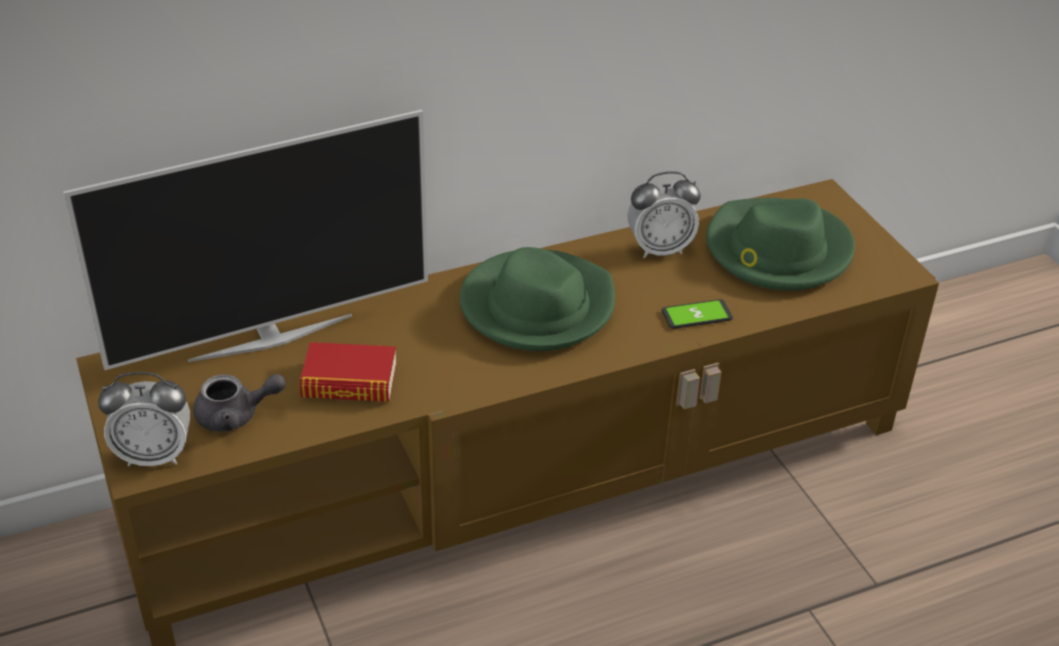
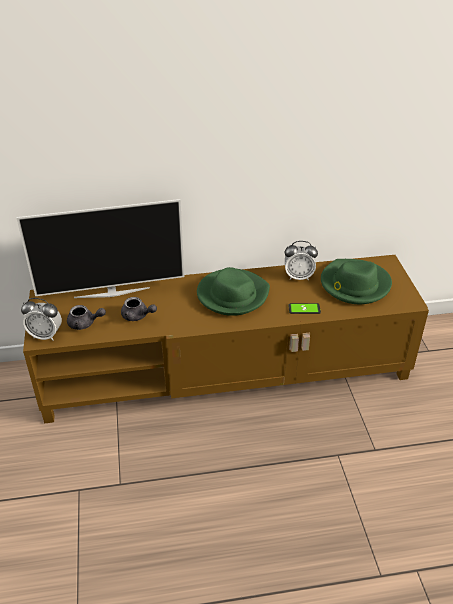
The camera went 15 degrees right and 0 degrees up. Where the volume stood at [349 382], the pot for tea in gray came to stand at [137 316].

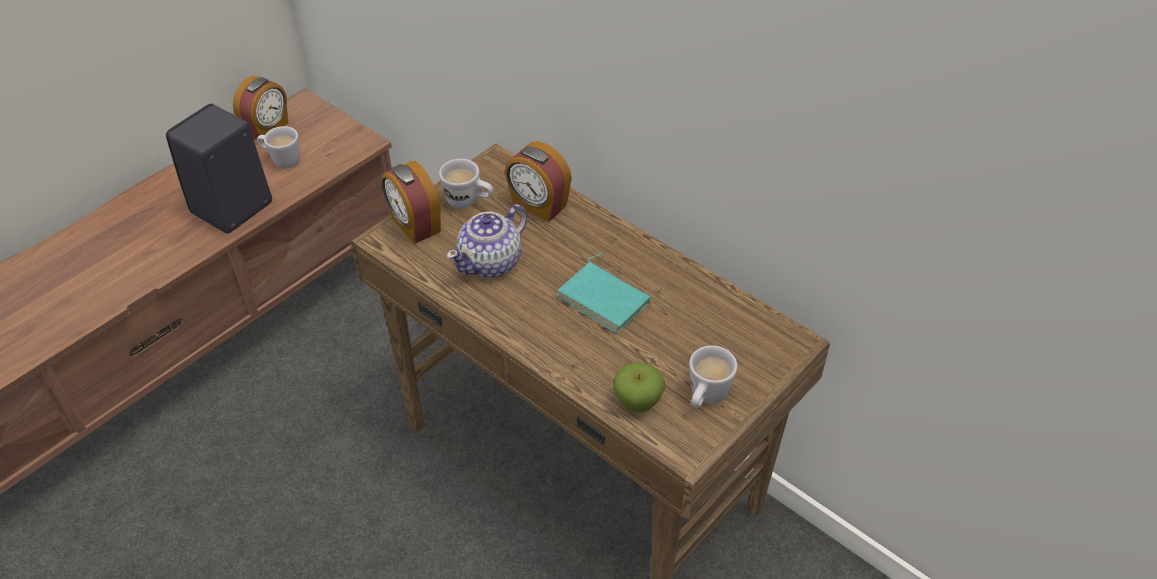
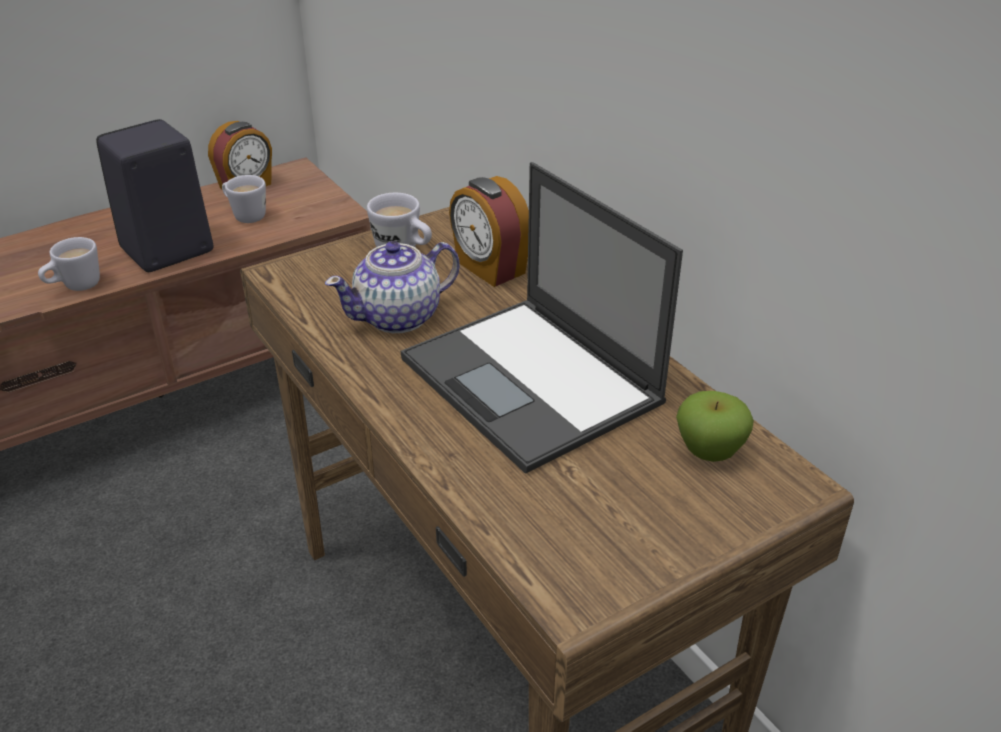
The camera went 15 degrees right and 10 degrees down. The second view lost the bedside clock at [414 225]. The apple ended up elsewhere, having gone from [637 402] to [709 452]. The coffee mug in white-coloured ended up elsewhere, having gone from [705 398] to [75 287]. Where the volume in turquoise stood at [605 298], the portable computer came to stand at [532 382].

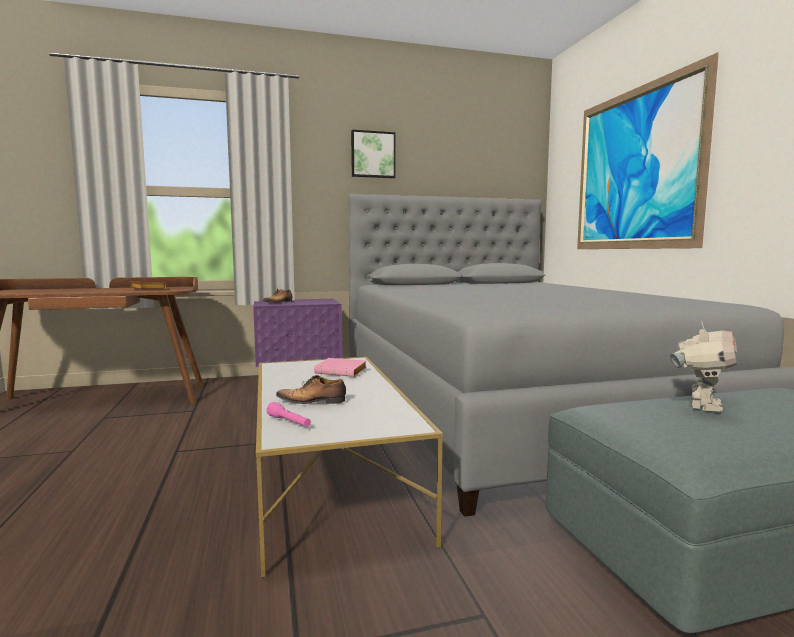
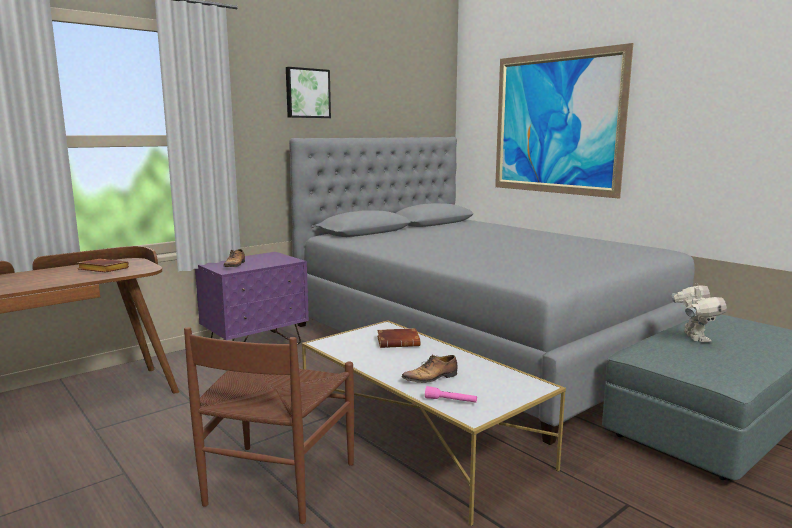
The camera went 25 degrees left and 5 degrees up. The second view gained the upright chair in brown-coloured at [276 484]. What was the volume in pink at [342 372] turned into the volume in brown-coloured at [399 342].

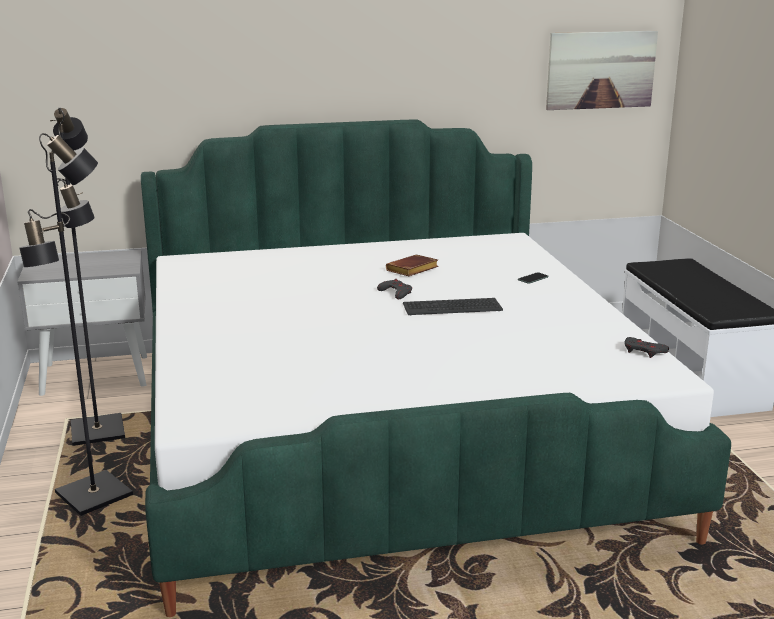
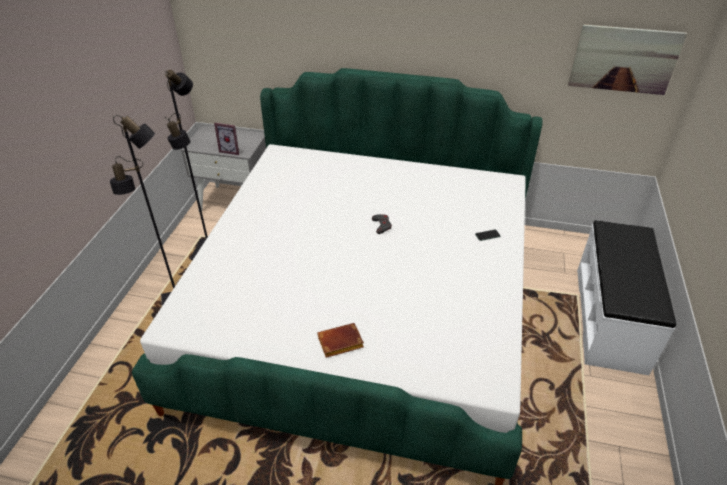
The camera went 25 degrees right and 20 degrees up. The second view lost the PC keyboard at [452 307]. The second view lost the joypad in gray at [644 351]. The second view gained the photo frame at [231 150]. The volume in brown-coloured ended up elsewhere, having gone from [412 270] to [339 344].

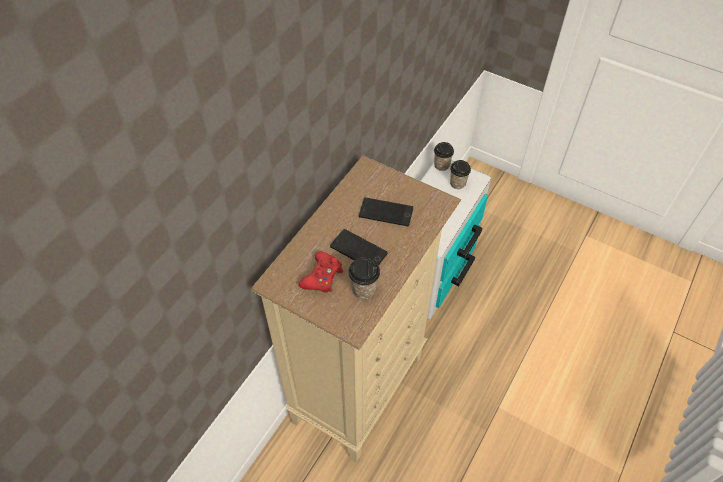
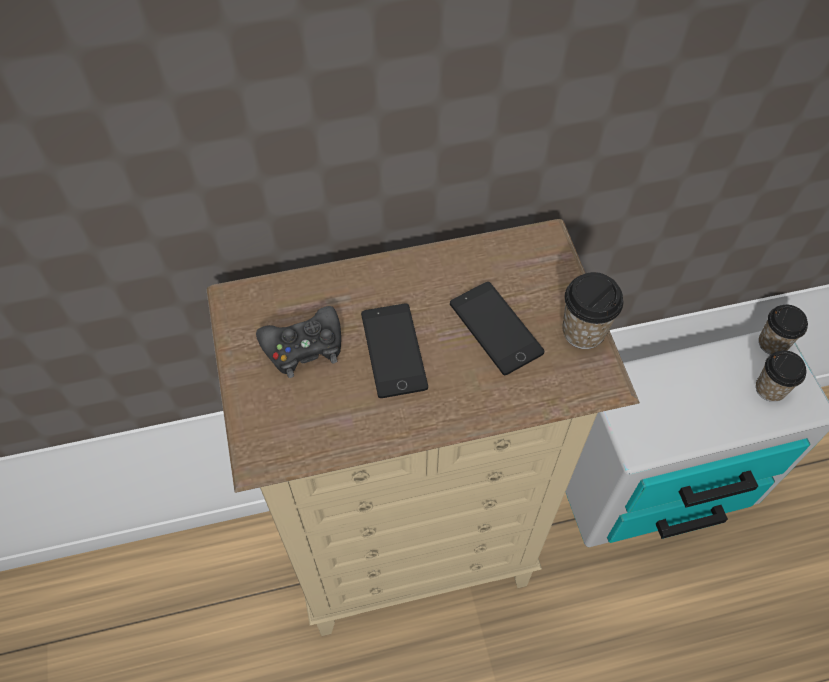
The camera went 45 degrees right and 5 degrees up. The cup ended up elsewhere, having gone from [364 289] to [583 331]. What was the joypad in red at [322 277] turned into the joypad in black-coloured at [304 347].

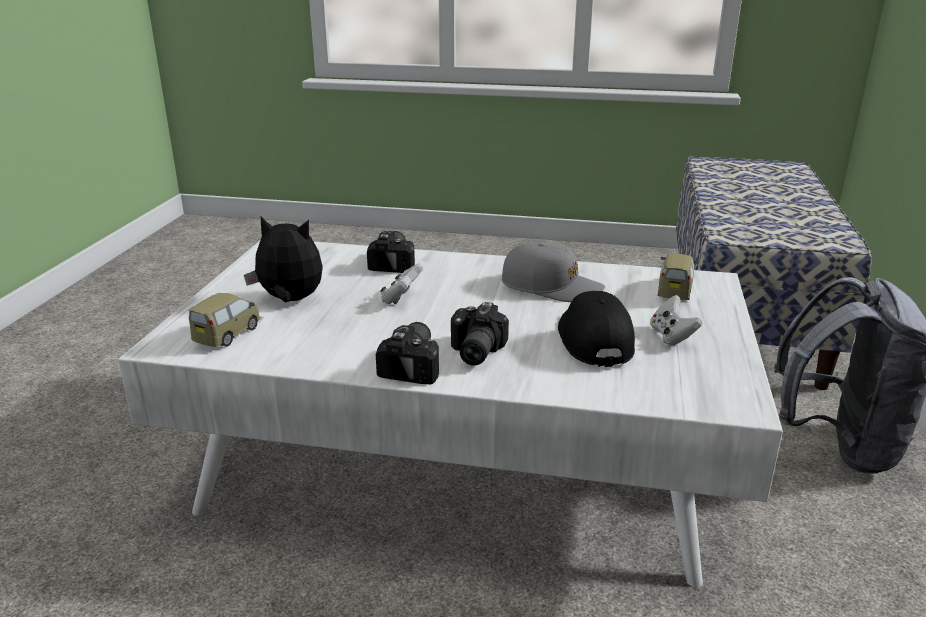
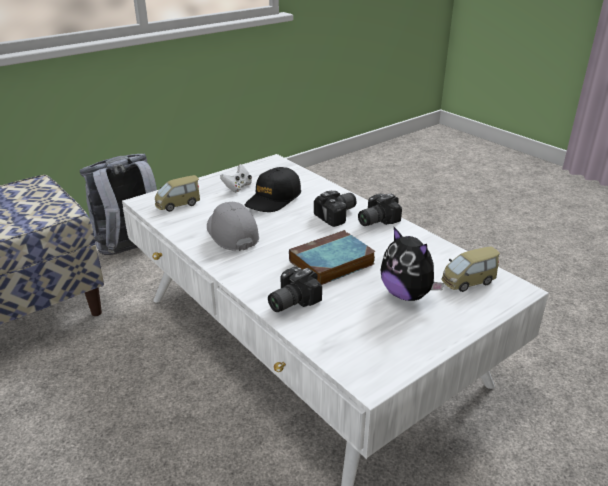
The camera went 140 degrees left and 5 degrees up. Where the joypad in white-coloured stood at [401 298], the volume came to stand at [330 263].

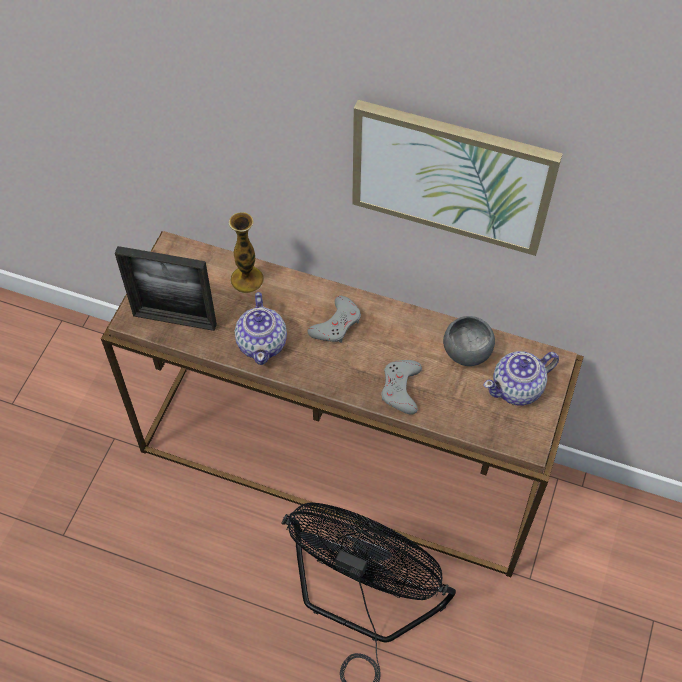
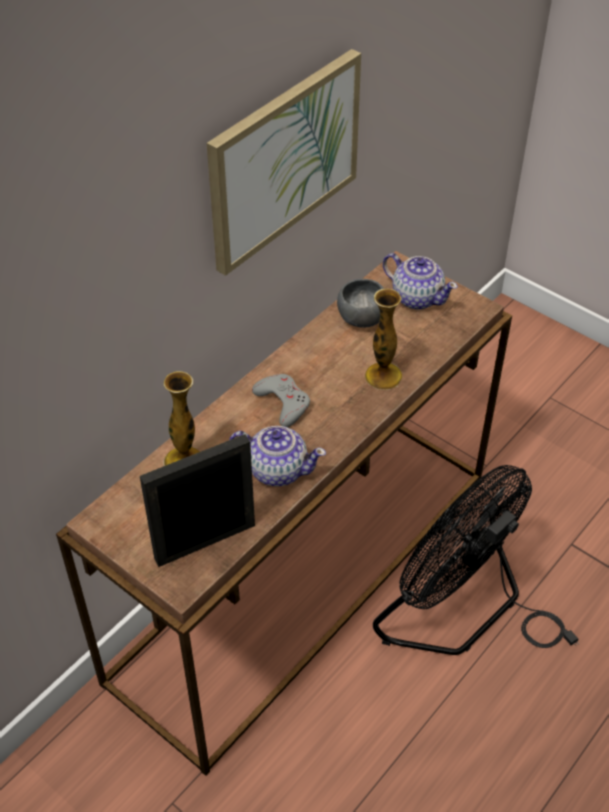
The camera went 70 degrees left and 10 degrees down. Where the joypad in gray stood at [401 389], the decorative vase came to stand at [383 376]. The photo frame at [174 320] ended up facing another way, 150 degrees counterclockwise from before. The pot for tea at [518 388] ended up facing another way, 45 degrees counterclockwise from before.

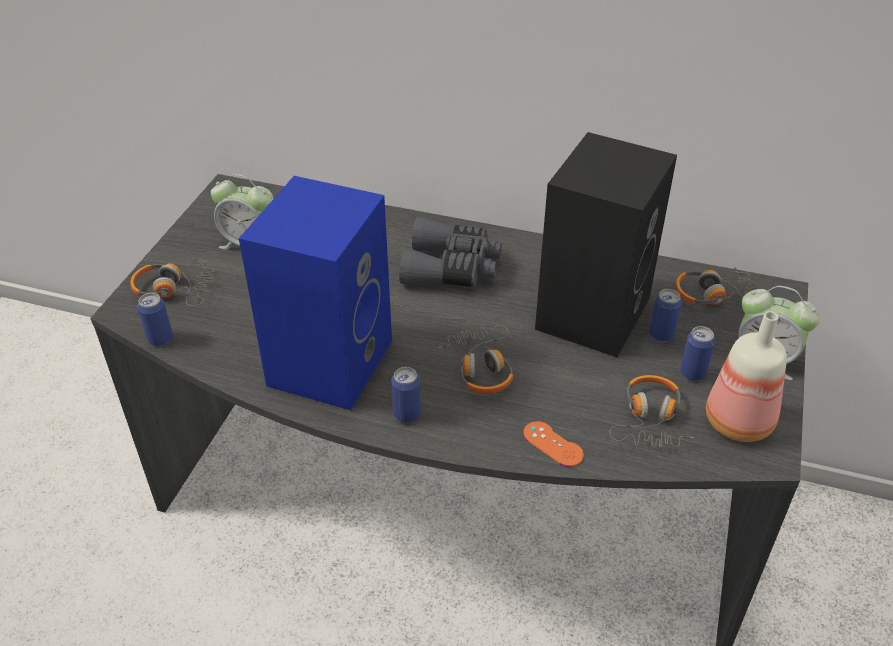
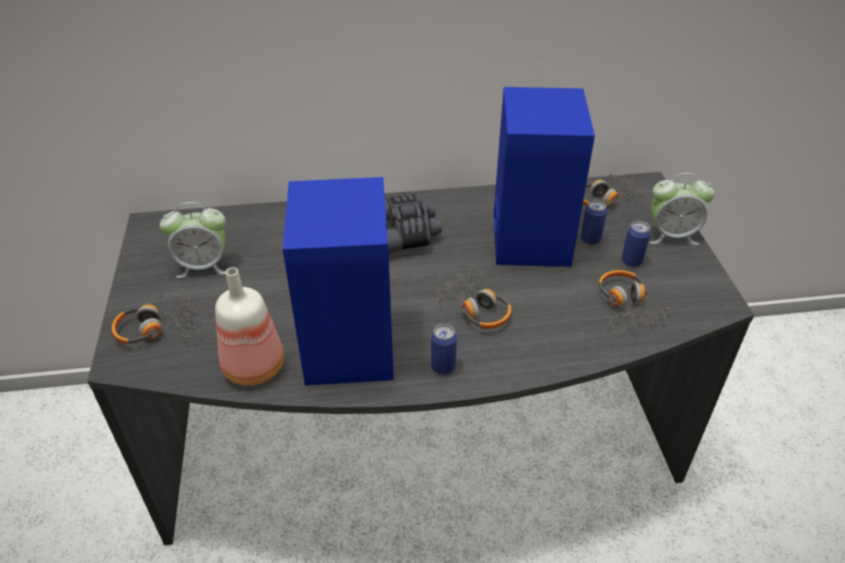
The camera went 25 degrees left and 0 degrees up. The second view lost the can at [160 339]. The second view lost the joypad in orange at [553 444]. The drink bottle ended up elsewhere, having gone from [741 422] to [256 367]. What was the loudspeaker in black-coloured at [591 311] turned into the loudspeaker in blue-coloured at [528 237].

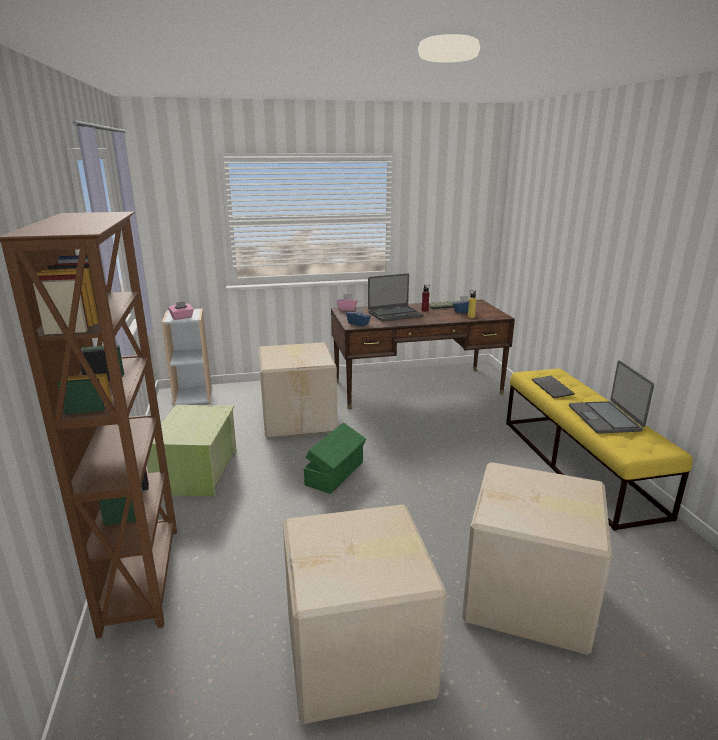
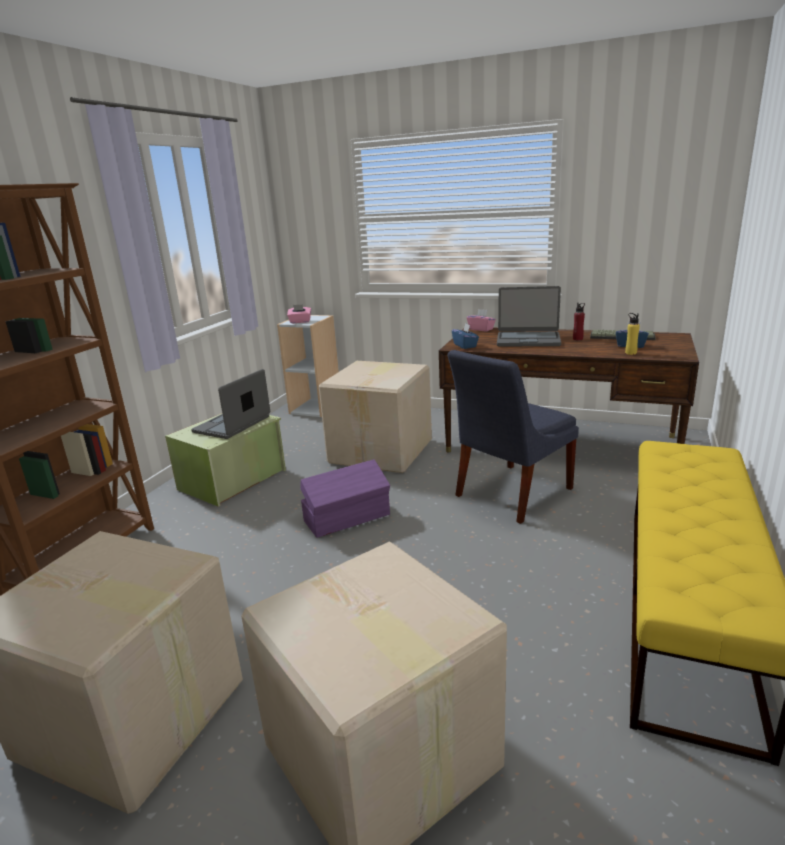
The camera went 35 degrees right and 0 degrees up. The second view lost the PC keyboard at [553 388]. The second view gained the upright chair in blue-coloured at [510 494]. The portable computer ended up elsewhere, having gone from [605 418] to [233 425]. What was the storage container in green at [336 473] turned into the storage container in purplish at [348 518].

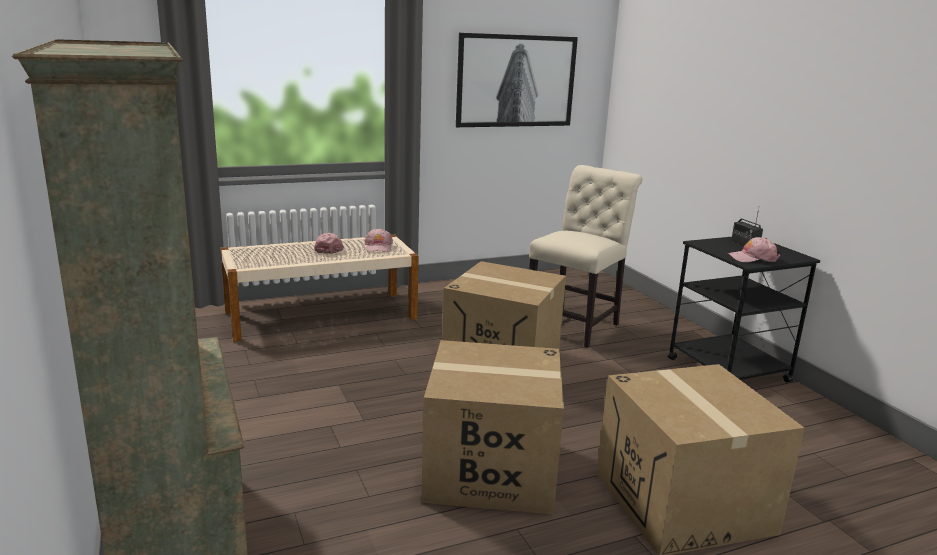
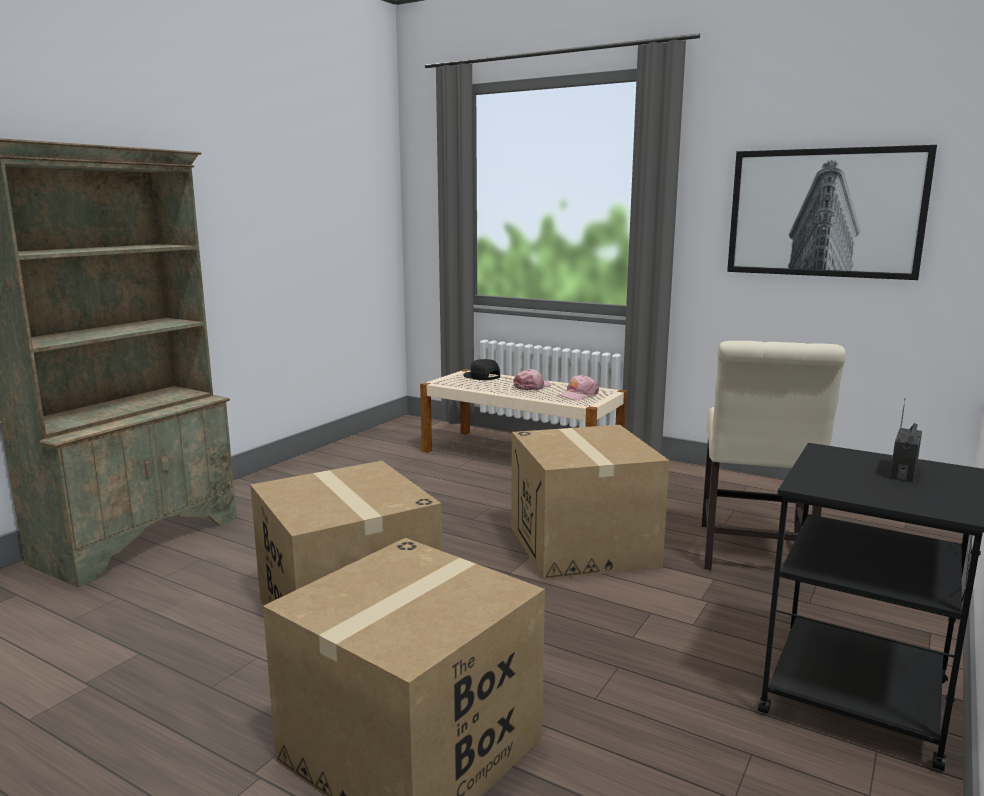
The camera went 55 degrees right and 5 degrees down. The second view lost the peaked cap in pink at [753 258]. The second view gained the peaked cap in black-coloured at [481 376]. The upright chair in beige-coloured at [576 325] ended up facing another way, 105 degrees clockwise from before.

